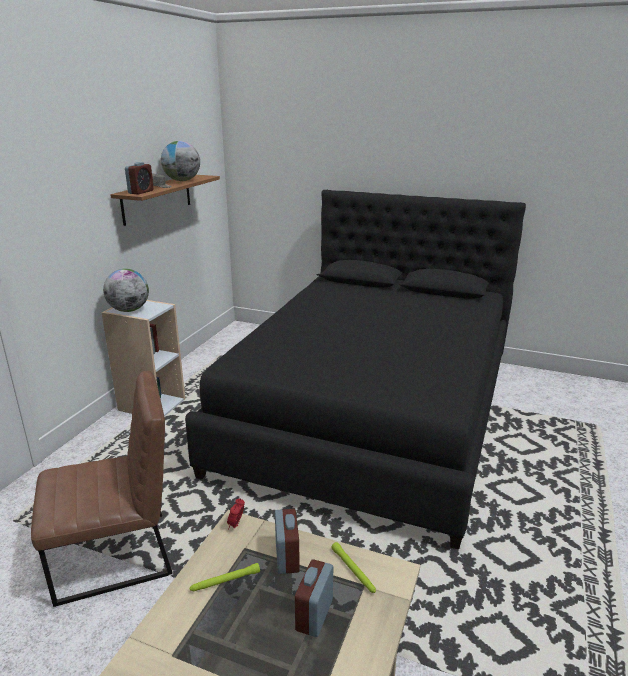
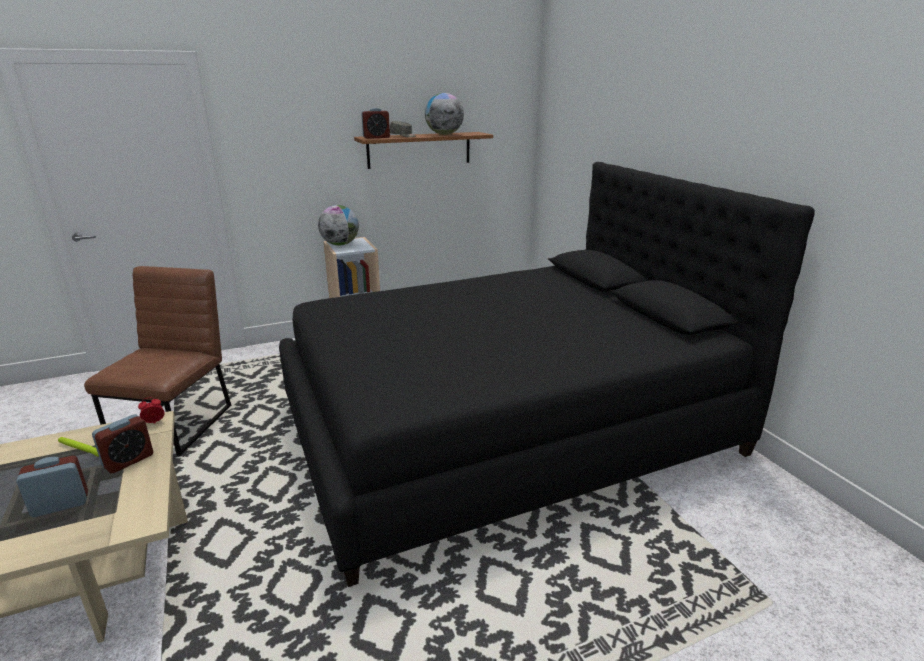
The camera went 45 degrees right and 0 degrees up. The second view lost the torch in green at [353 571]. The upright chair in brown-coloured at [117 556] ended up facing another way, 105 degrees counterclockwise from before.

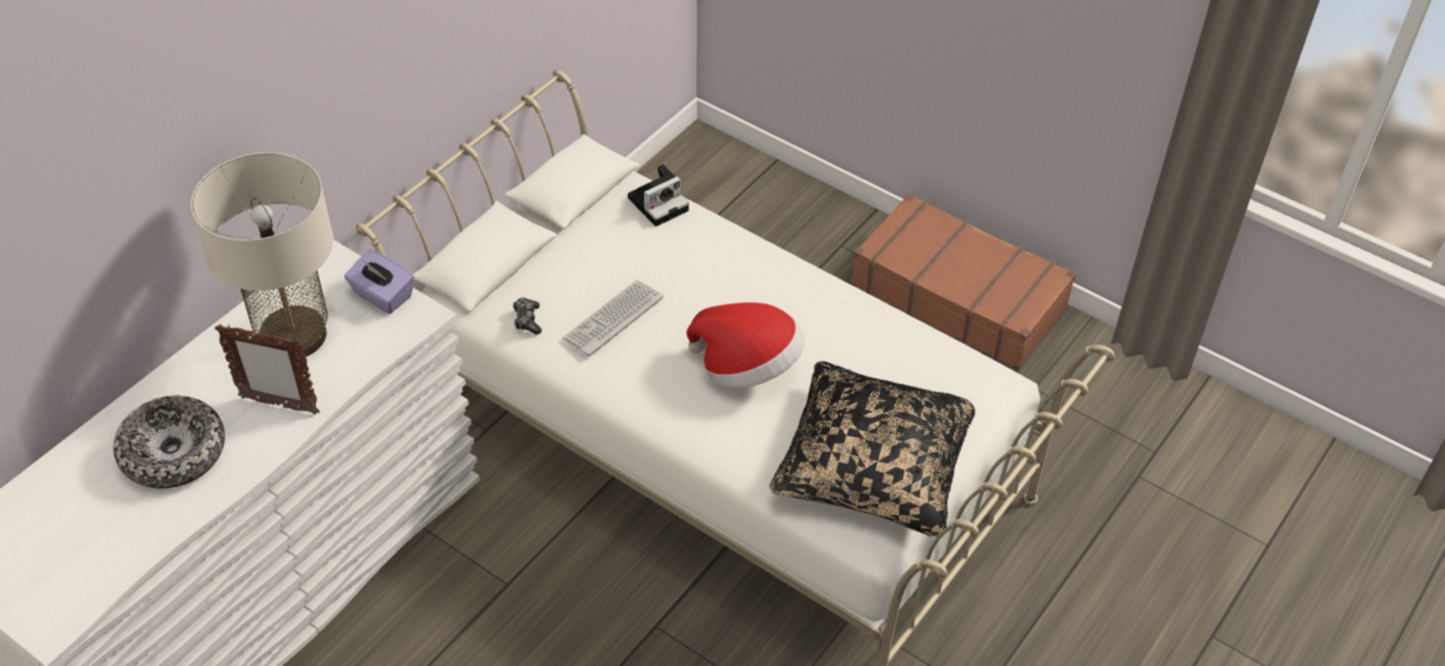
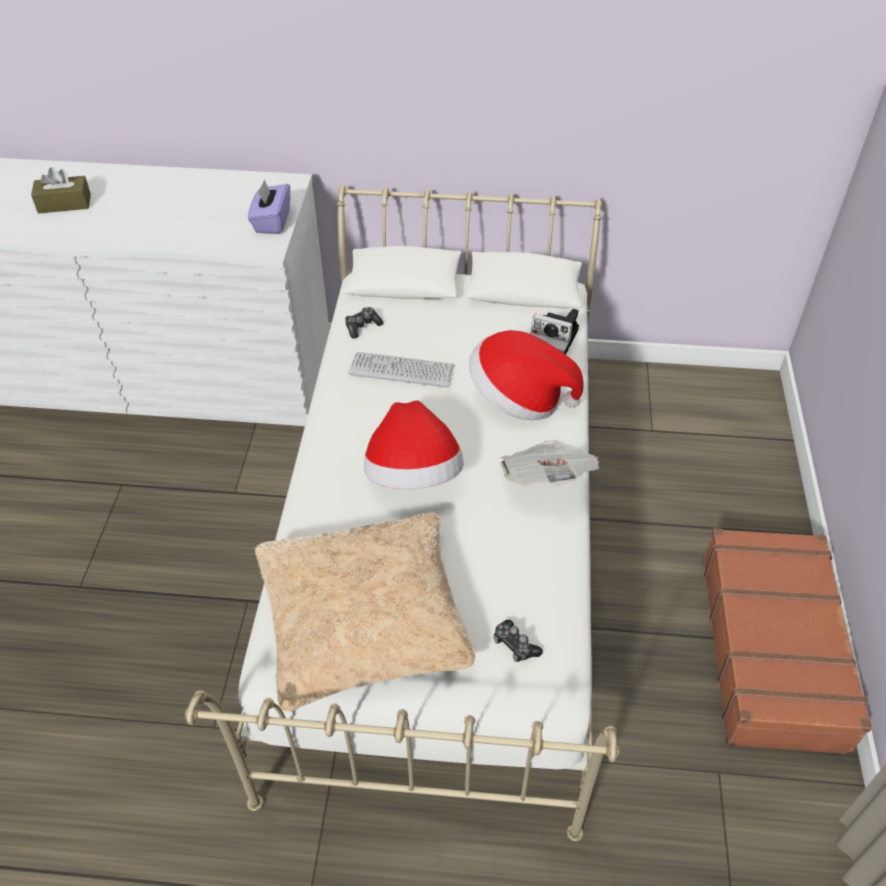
The camera went 60 degrees right and 0 degrees up. The second view lost the lamp for a table at [294 336]. The second view lost the photo frame at [279 405]. The second view gained the wearable hat at [519 398]. The second view gained the joypad at [514 645]. The second view gained the printed paper at [546 479]. Where the serving bowl stood at [173 452], the box of tissues in brown-coloured came to stand at [64 203]. What was the cushion in black-coloured at [874 463] turned into the cushion in beige-coloured at [366 620].

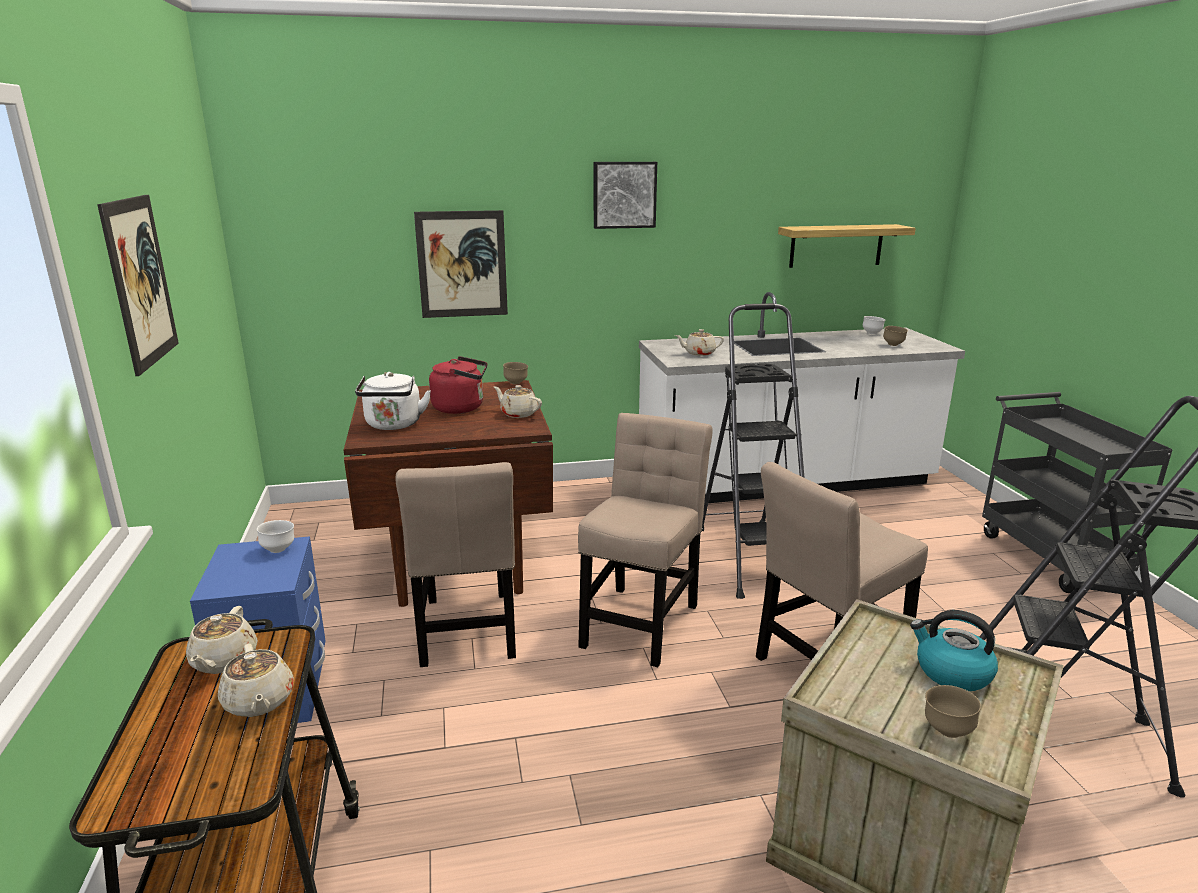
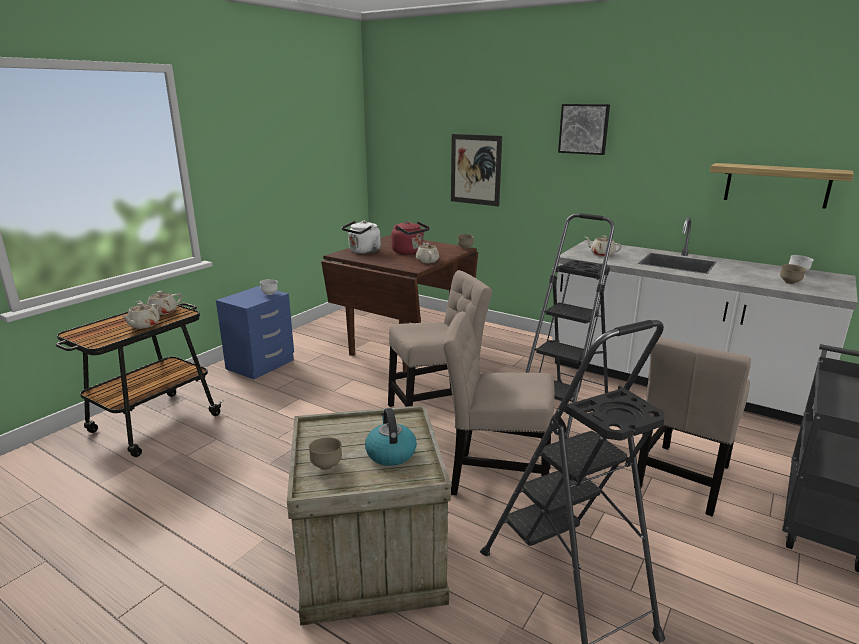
The camera went 45 degrees right and 0 degrees up. The second view lost the wall art at [140 281]. The upright chair in beige-coloured ended up elsewhere, having gone from [468 632] to [682 480].

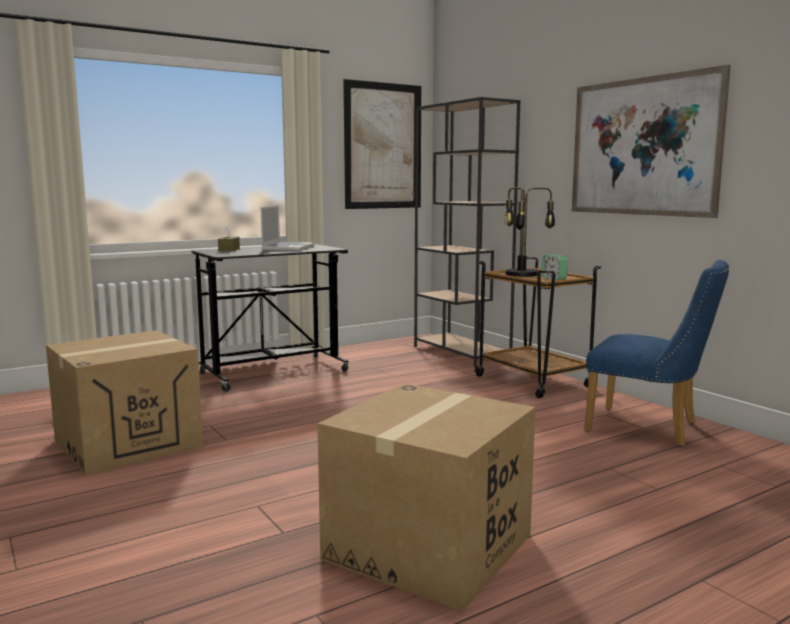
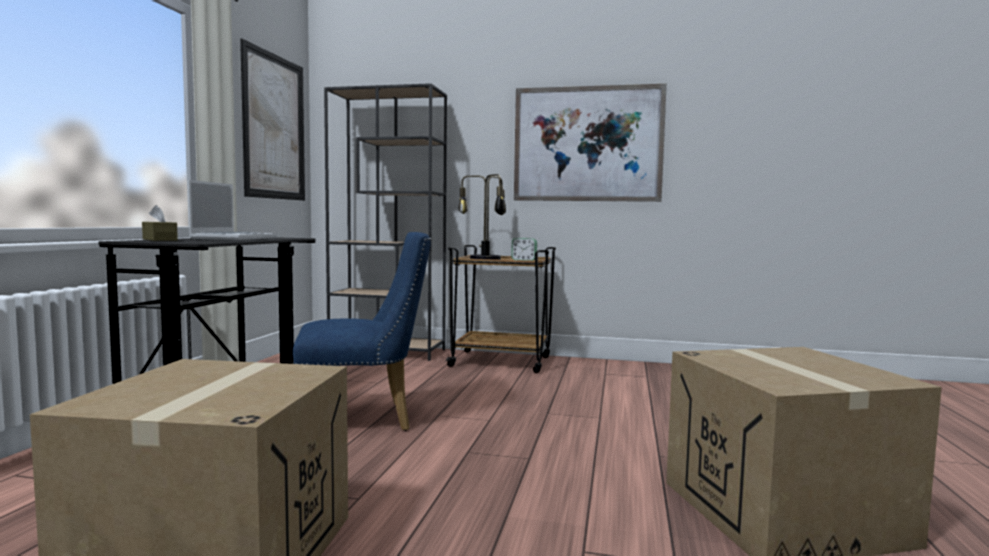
The camera went 45 degrees left and 5 degrees down. The upright chair in blue-coloured ended up elsewhere, having gone from [650 429] to [364 420]. The portable computer at [288 248] ended up facing another way, 45 degrees clockwise from before.

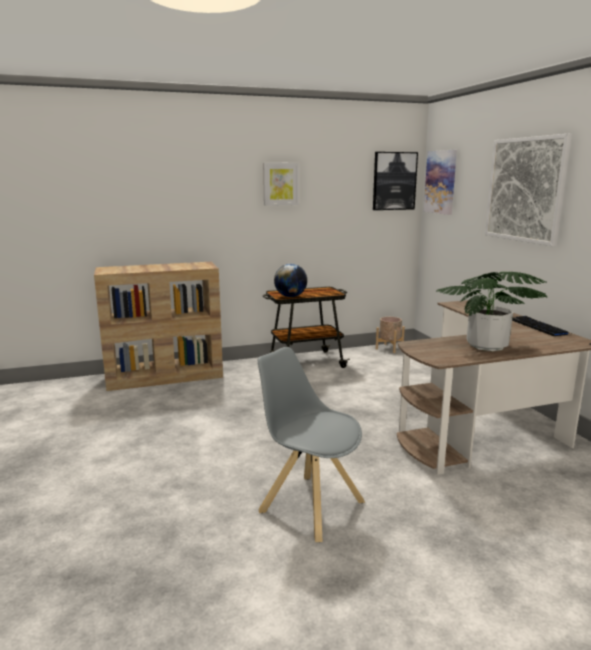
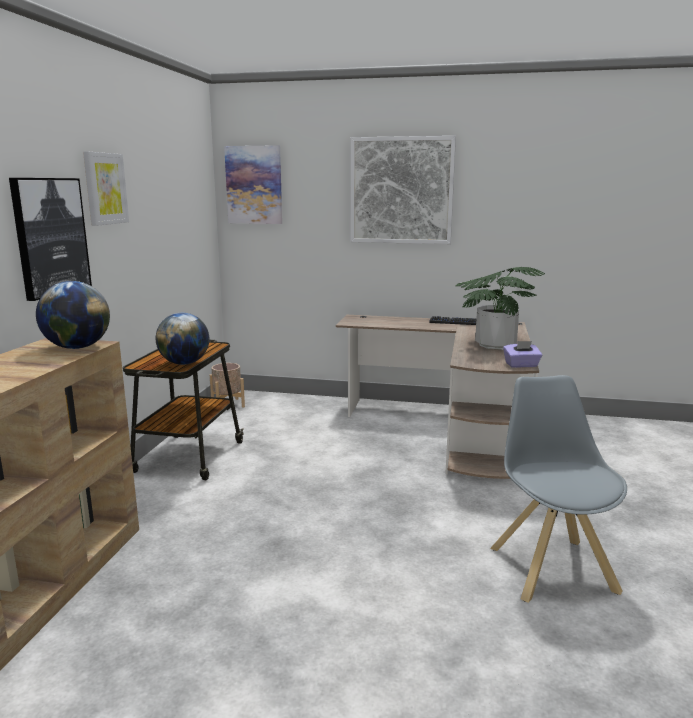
The camera went 60 degrees left and 0 degrees up. The second view gained the world globe at [77 347]. The second view gained the box of tissues in purplish at [521 365]. The wall art ended up elsewhere, having gone from [394 181] to [50 236]. The upright chair in gray at [309 505] ended up facing another way, 105 degrees clockwise from before.

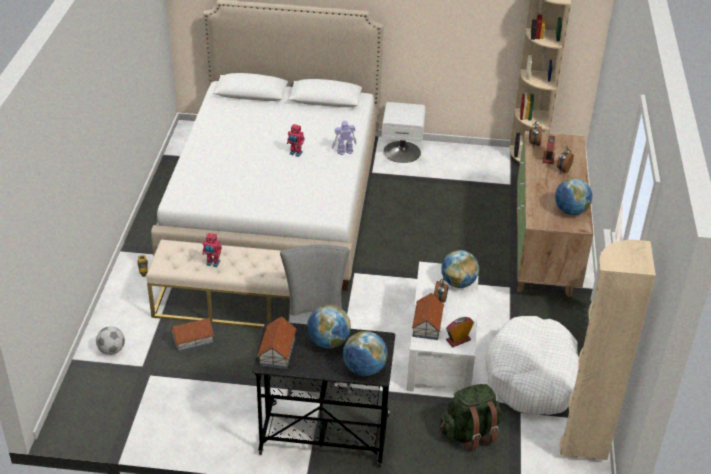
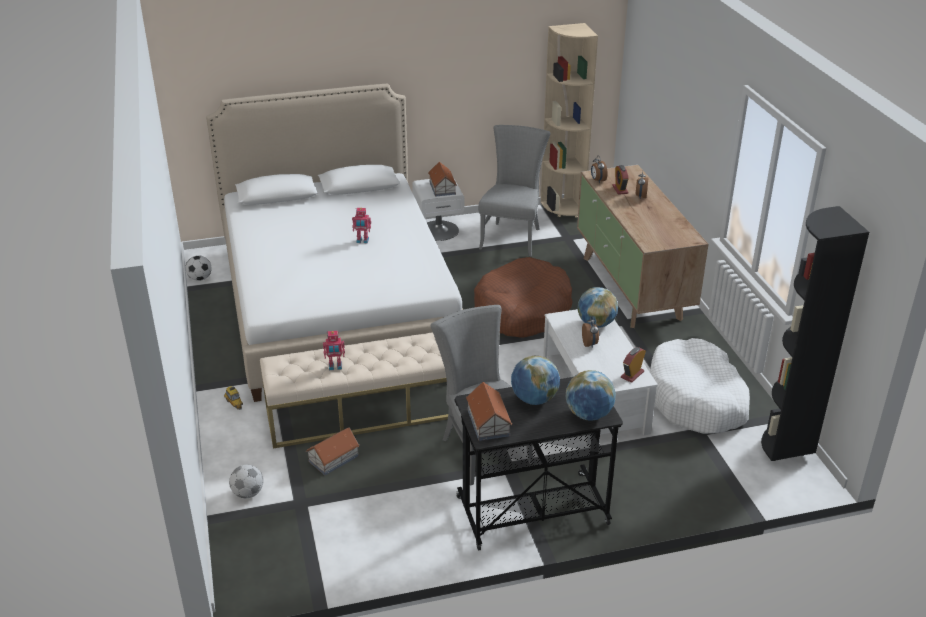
The camera went 20 degrees left and 5 degrees down. The second view lost the toy robot at [344 151]. The second view lost the rucksack in green at [469 433]. The second view lost the world globe at [570 211]. The second view gained the football ball at [200 278]. The second view gained the pet bed in brown-coloured at [522 311]. The second view gained the upright chair in gray at [512 237]. The toy house ended up elsewhere, having gone from [427 324] to [442 187]. What was the bookshelf in beige-coloured at [583 445] turned into the bookshelf in black-coloured at [783 447].

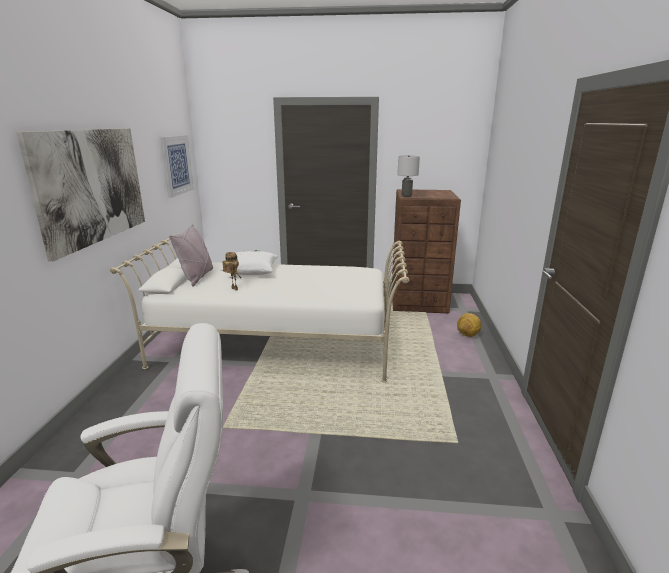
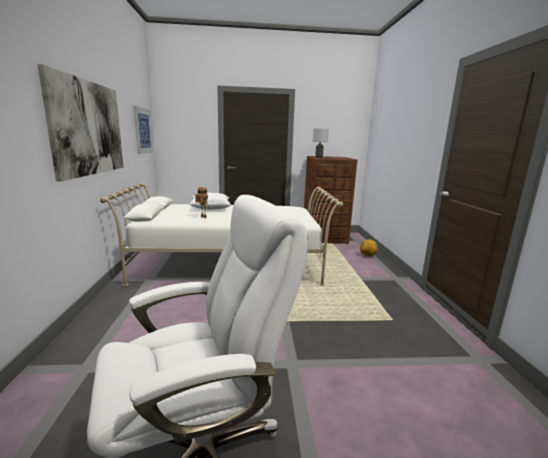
The camera went 10 degrees left and 5 degrees down. The second view lost the cushion in purplish at [197 277].

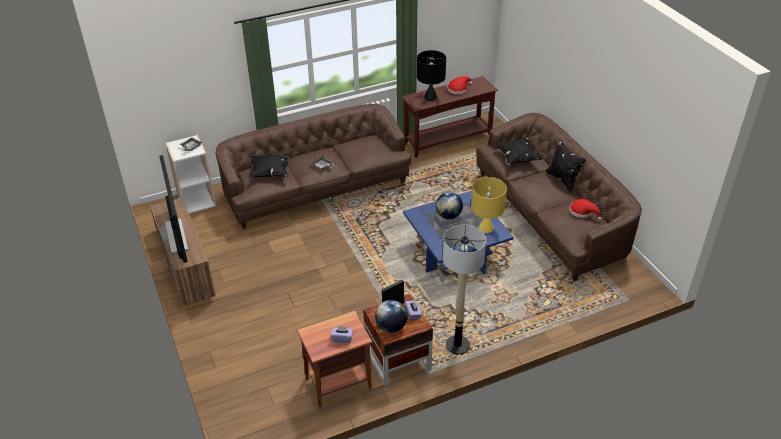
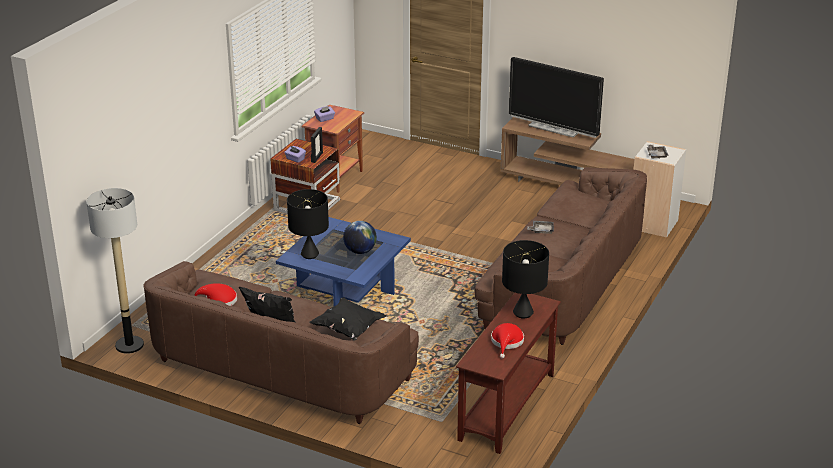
The camera went 140 degrees right and 10 degrees down. The second view lost the cushion in black-coloured at [270 173]. The second view lost the world globe at [391 327]. The standard lamp ended up elsewhere, having gone from [457 345] to [129 345]. What was the lamp for a table in yellowish at [486 229] turned into the lamp for a table in black-coloured at [309 255].

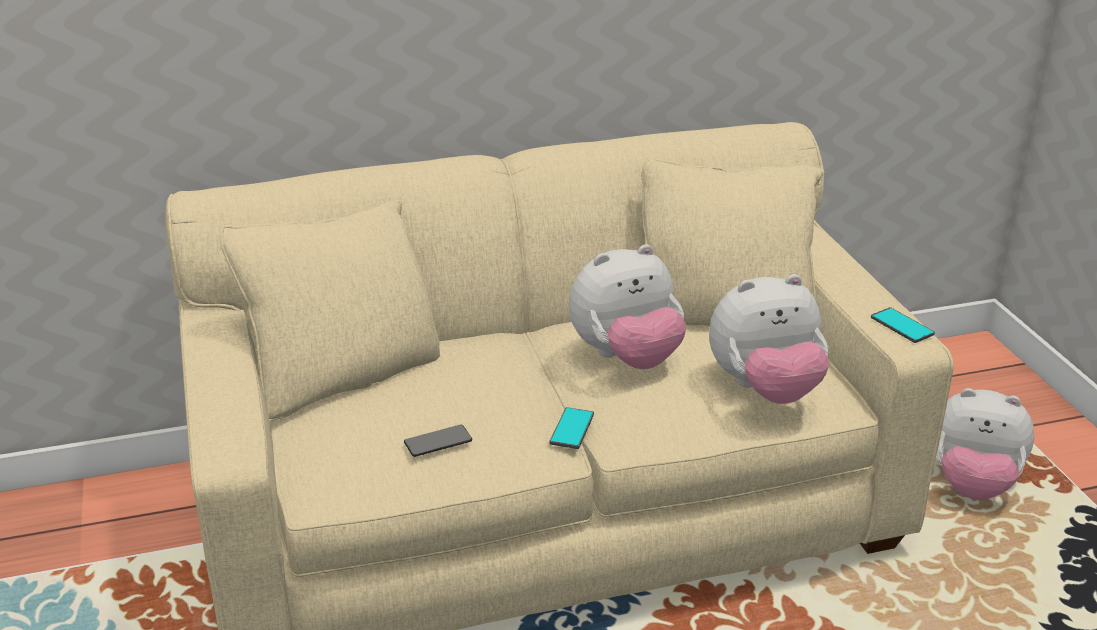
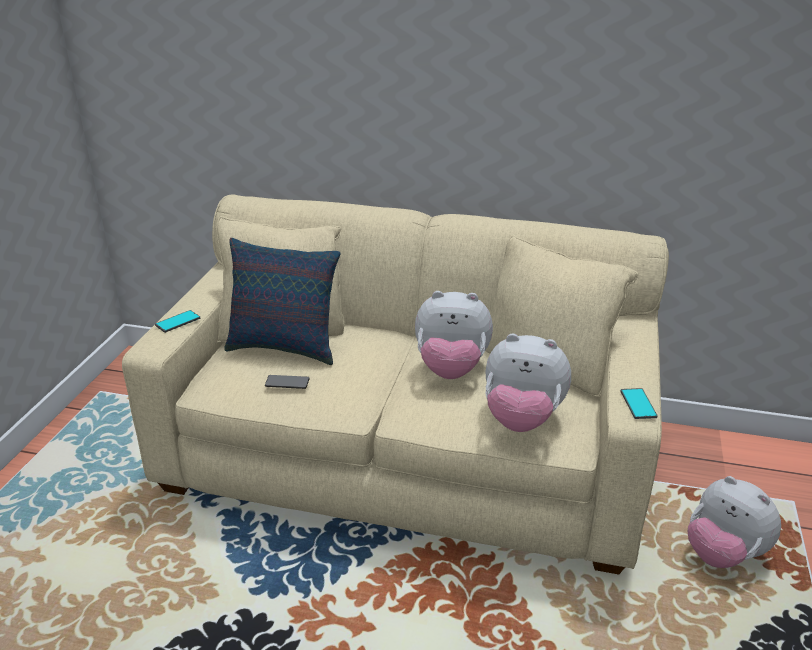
The camera went 30 degrees right and 0 degrees up. The second view gained the cushion in blue-coloured at [284 349]. The phone ended up elsewhere, having gone from [572 429] to [178 322].

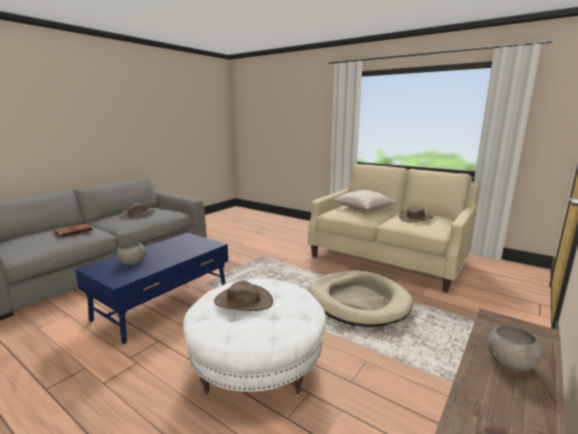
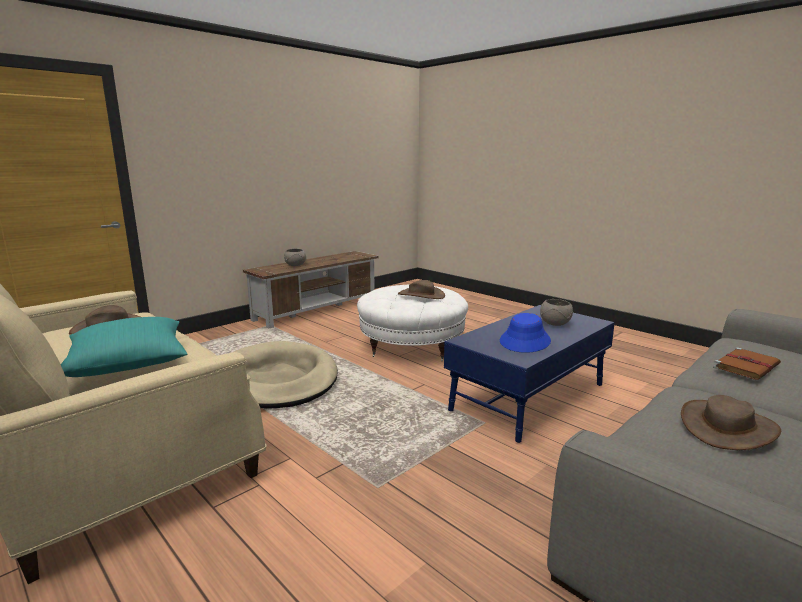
The camera went 170 degrees left and 0 degrees up. The second view gained the wearable hat in blue-coloured at [525 341]. What was the cushion in beige-coloured at [364 209] turned into the cushion in turquoise at [128 364].

